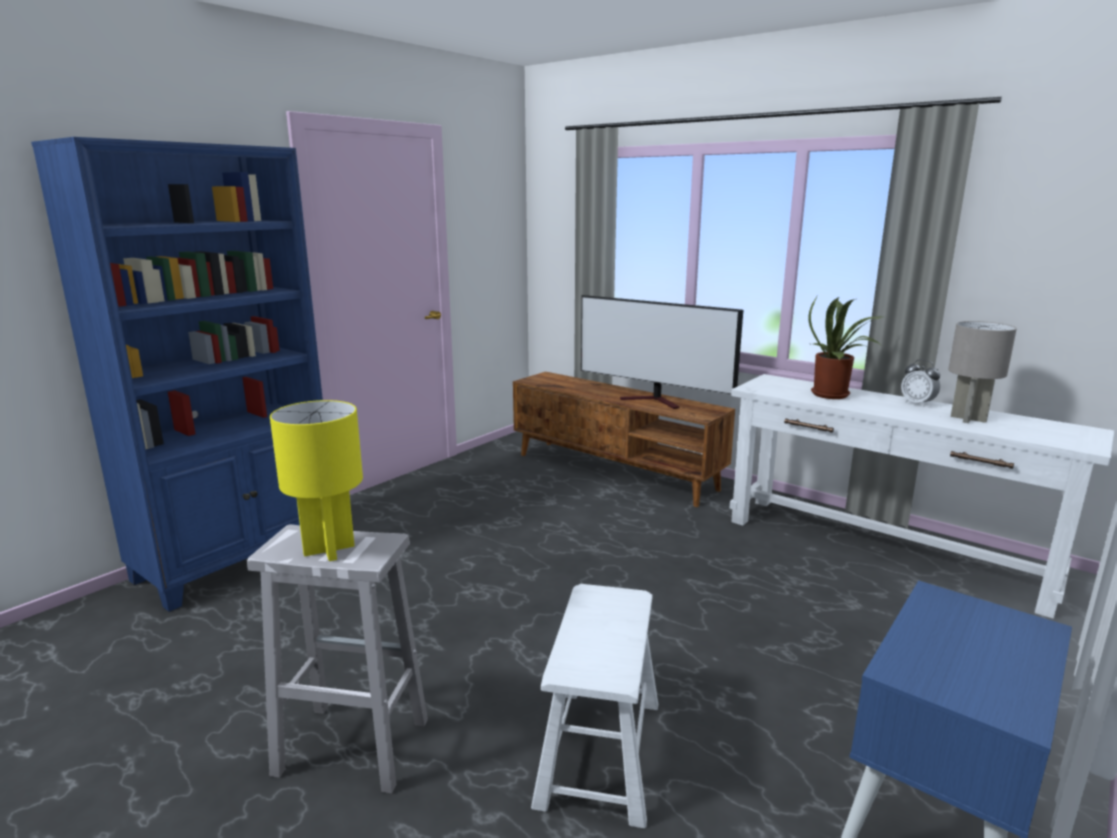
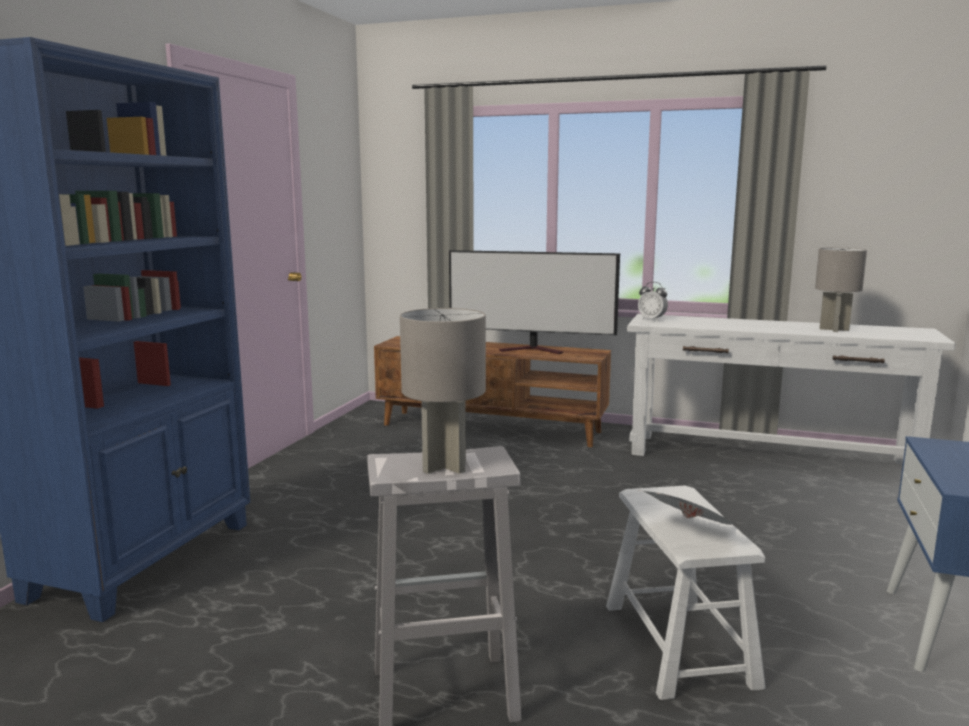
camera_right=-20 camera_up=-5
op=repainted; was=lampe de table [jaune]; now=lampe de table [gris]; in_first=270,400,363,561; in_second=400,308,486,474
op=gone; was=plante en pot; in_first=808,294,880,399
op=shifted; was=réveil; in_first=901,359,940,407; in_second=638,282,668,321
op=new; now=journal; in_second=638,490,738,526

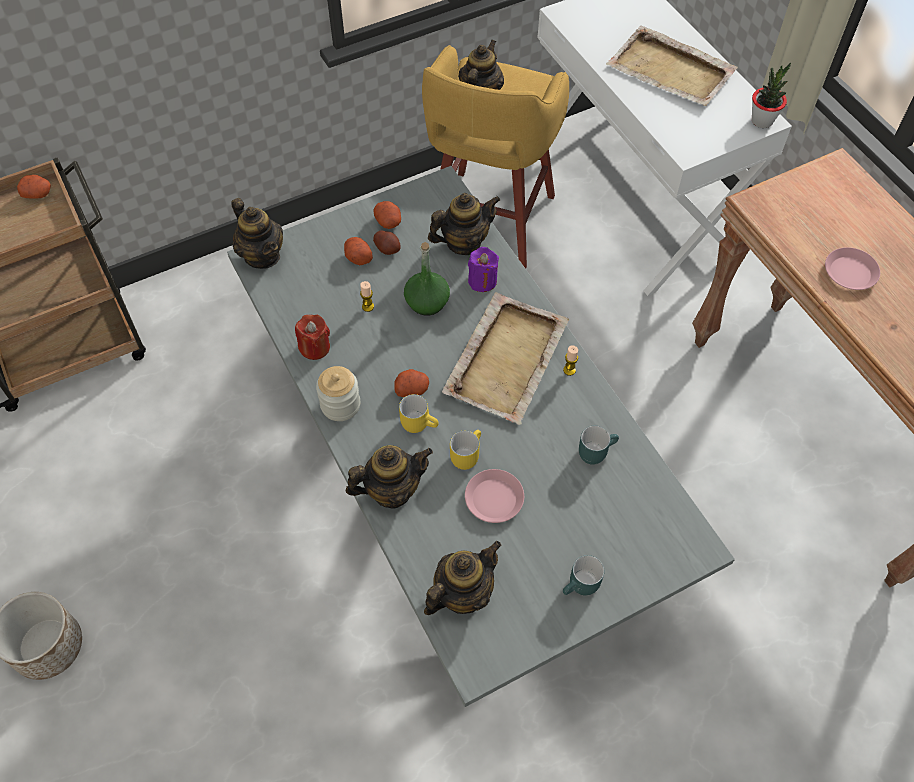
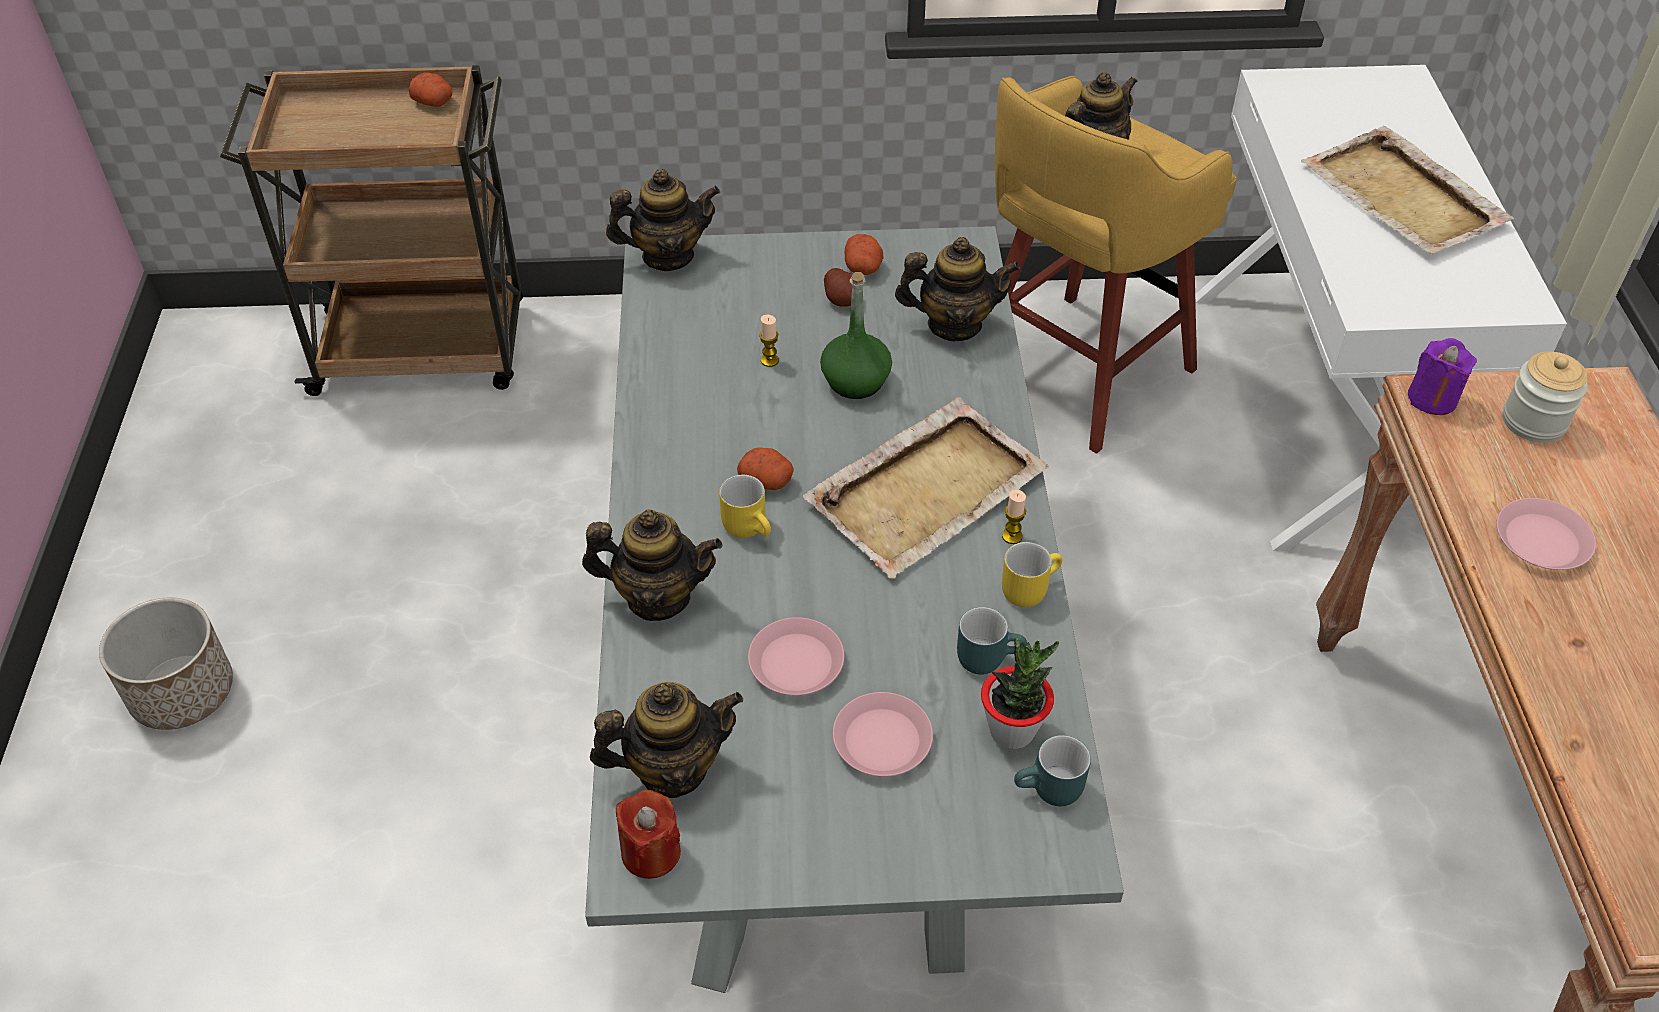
camera_right=25 camera_up=-10
op=rotated; was=théière; in_first=231,198,283,269; in_second=606,169,720,271; clockwise=-90
op=shifted; was=bougie [rouge]; in_first=295,315,330,360; in_second=616,790,681,879
op=shifted; was=bocal; in_first=316,366,360,421; in_second=1503,351,1588,443
op=gone; was=pomme de terre; in_first=344,237,373,265
op=shifted; was=mug [jaune]; in_first=450,430,481,470; in_second=1002,542,1062,607
op=shifted; was=bougie [violet]; in_first=468,247,499,292; in_second=1408,338,1477,415
op=shifted; was=mug [turquoise]; in_first=563,555,604,596; in_second=1014,735,1091,806
op=shifted; was=plante en pot; in_first=752,63,791,128; in_second=981,637,1059,749
op=new; now=assiette [rose]; in_second=833,692,933,777

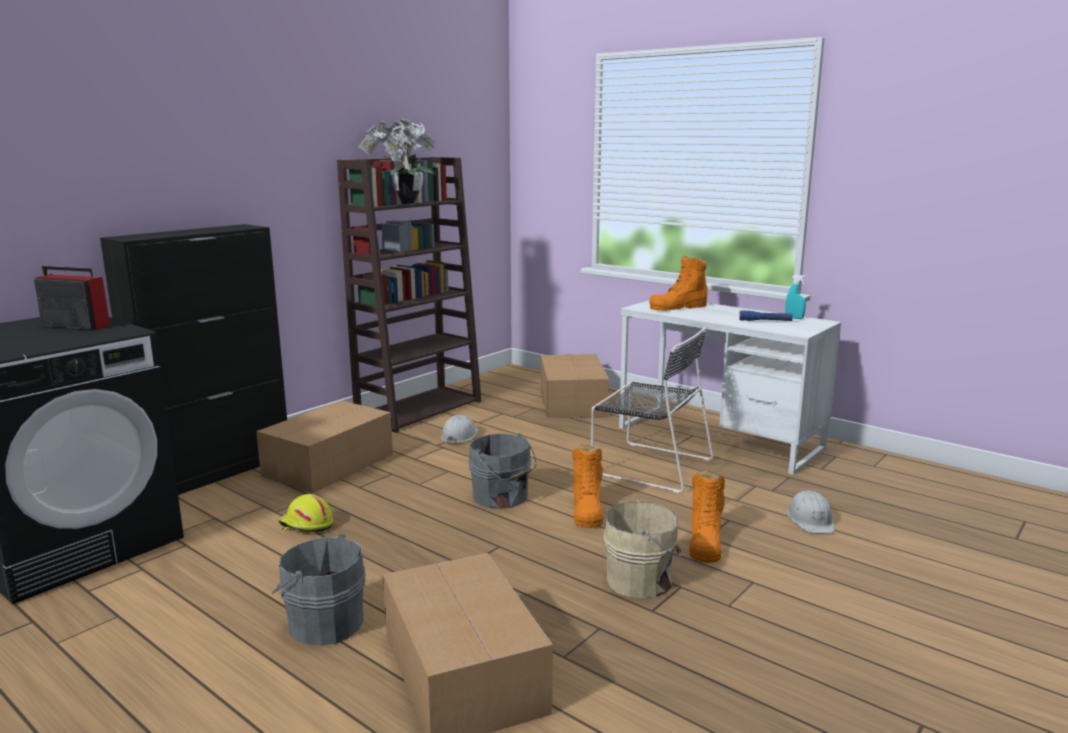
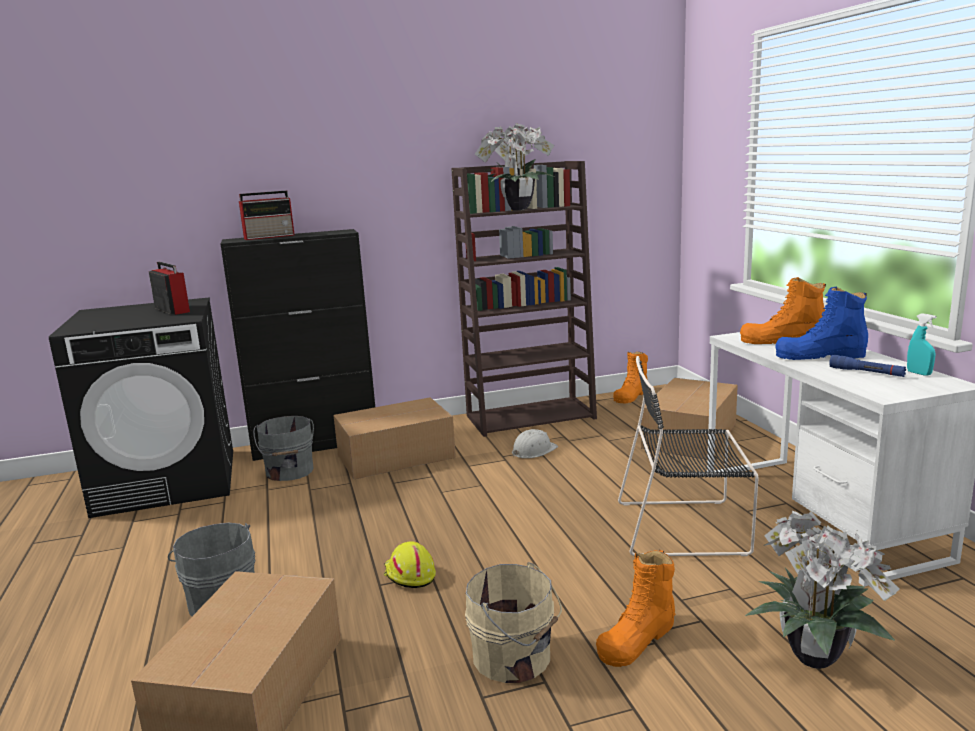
camera_right=35 camera_up=0
op=shifted; was=casque de chantier [jaune]; in_first=279,494,333,532; in_second=384,541,436,588
op=shifted; was=seau [gris]; in_first=468,433,537,509; in_second=253,416,314,481
op=shifted; was=botte [orange]; in_first=572,445,604,528; in_second=613,352,648,403
op=rotated; was=chaise [noir]; in_first=591,327,713,493; in_second=618,356,759,556; clockwise=120
op=swapped; was=casque de chantier [blanc]; now=plante en pot; in_first=786,490,834,534; in_second=745,510,900,669
op=new; now=radio; in_second=239,191,294,240
op=new; now=botte [bleu]; in_second=775,287,868,360

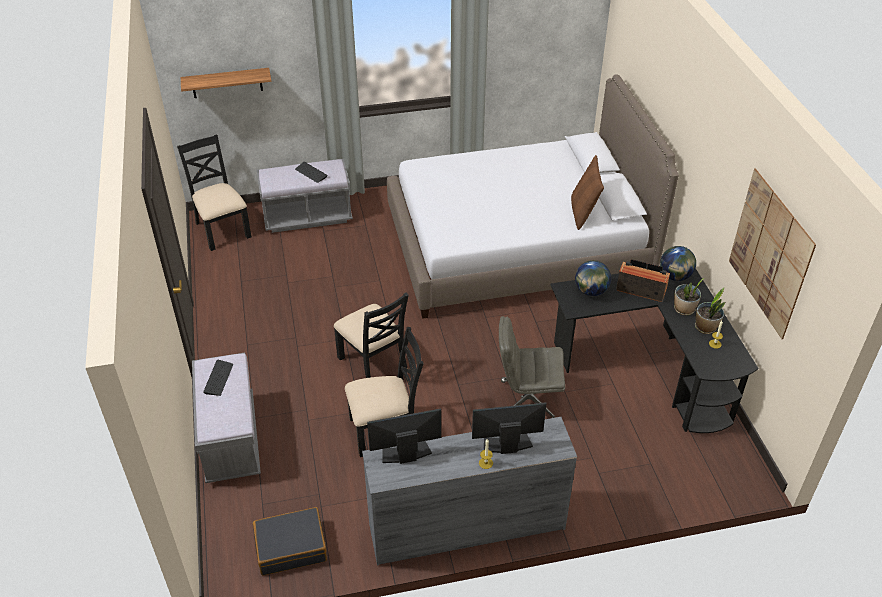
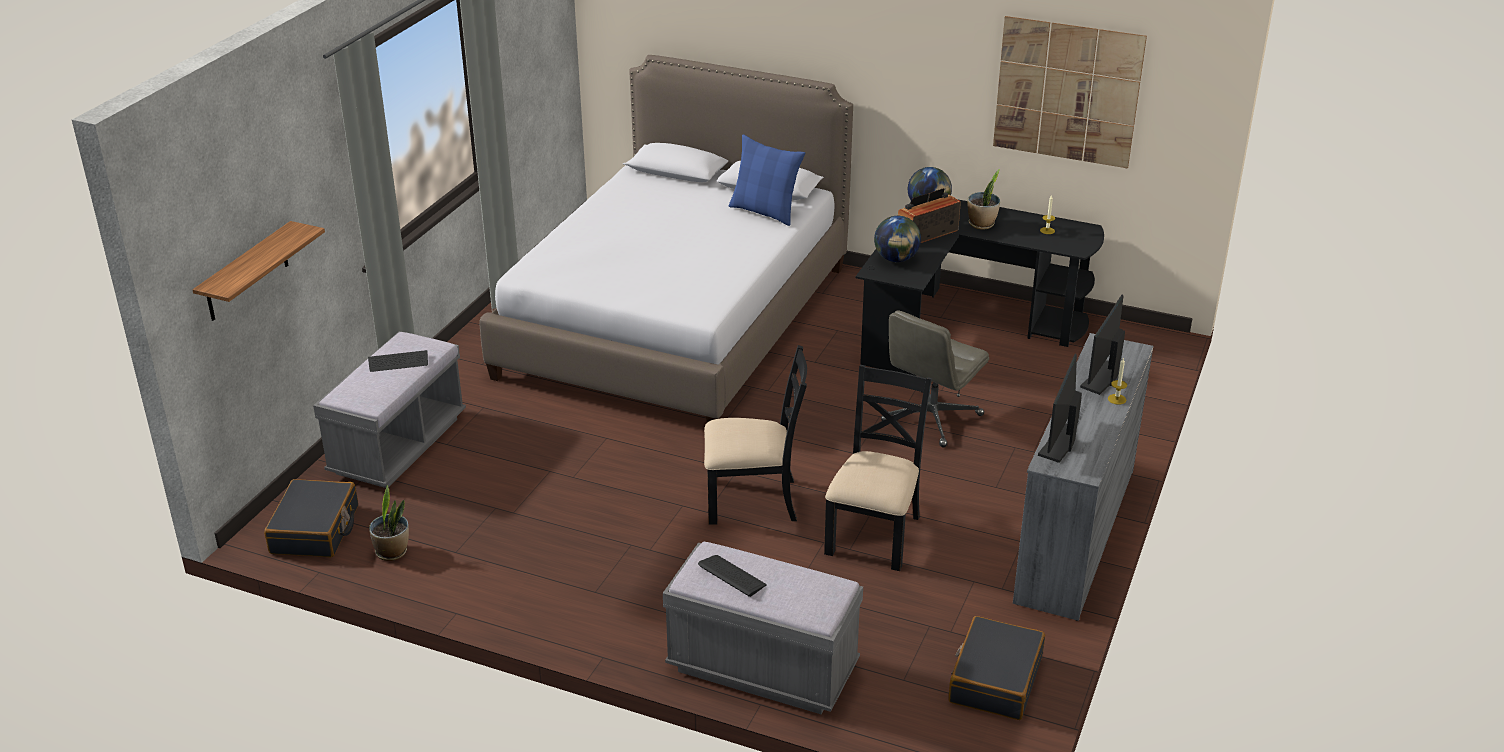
camera_right=-55 camera_up=-10
op=swapped; was=chaise [noir]; now=valise [noir]; in_first=177,134,252,251; in_second=264,479,358,557
op=repainted; was=coussin [marron]; now=coussin [bleu]; in_first=571,155,604,230; in_second=728,134,805,226
op=shifted; was=plante en pot; in_first=695,287,725,334; in_second=369,485,409,561

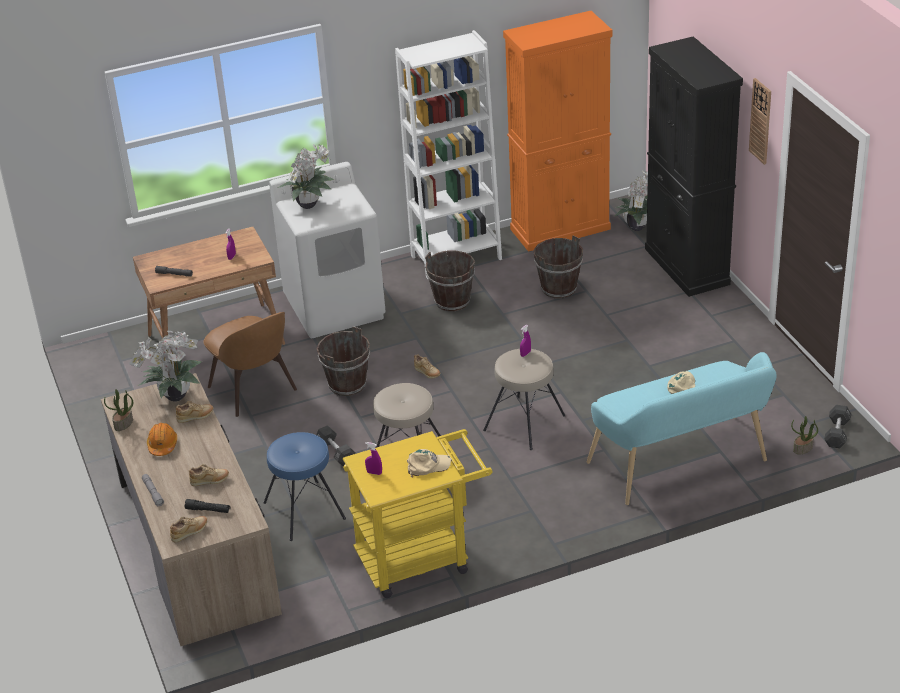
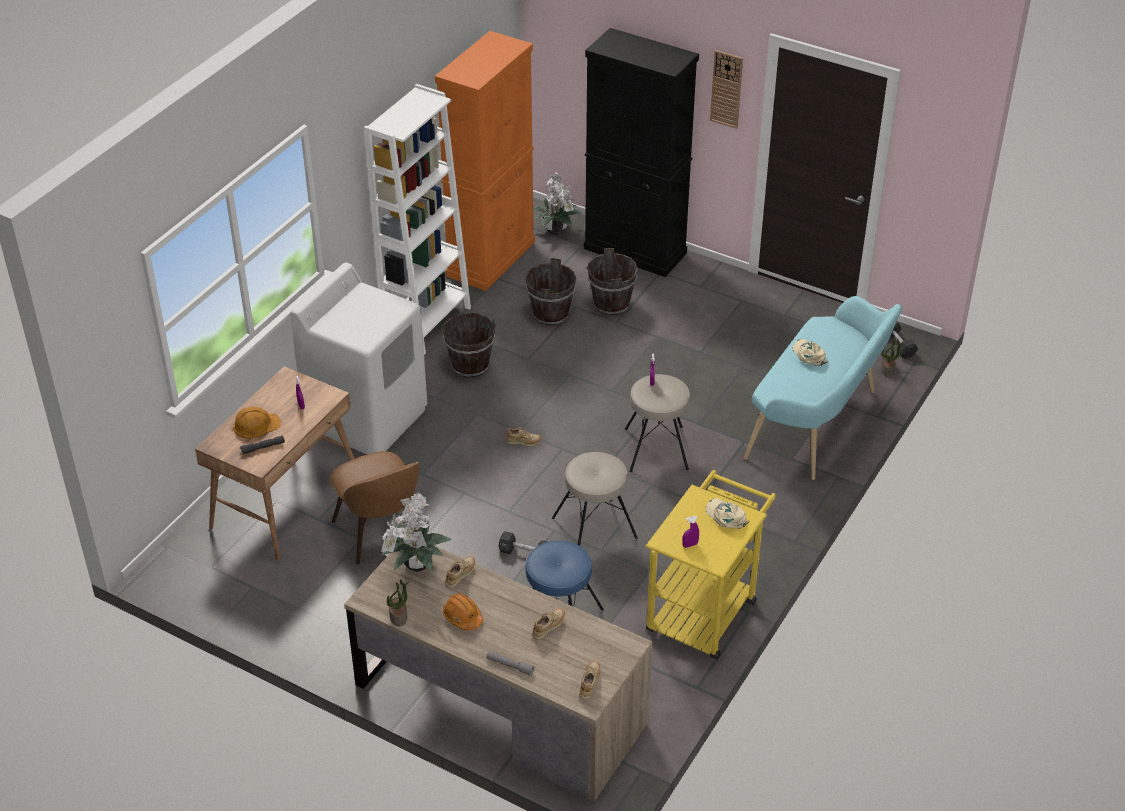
camera_right=-40 camera_up=5
op=gone; was=lampe de poche [noir]; in_first=185,499,230,513
op=rotated; was=chaise [marron]; in_first=203,312,297,417; in_second=330,451,420,564; clockwise=45
op=gone; was=plante en pot; in_first=278,144,334,209
op=shifted; was=seau [marron]; in_first=317,326,370,396; in_second=587,248,638,316
op=rotated; was=casquette [beige]; in_first=407,449,452,478; in_second=706,498,750,529; clockwise=-75
op=new; now=casque de chantier [orange]; in_second=233,407,281,439

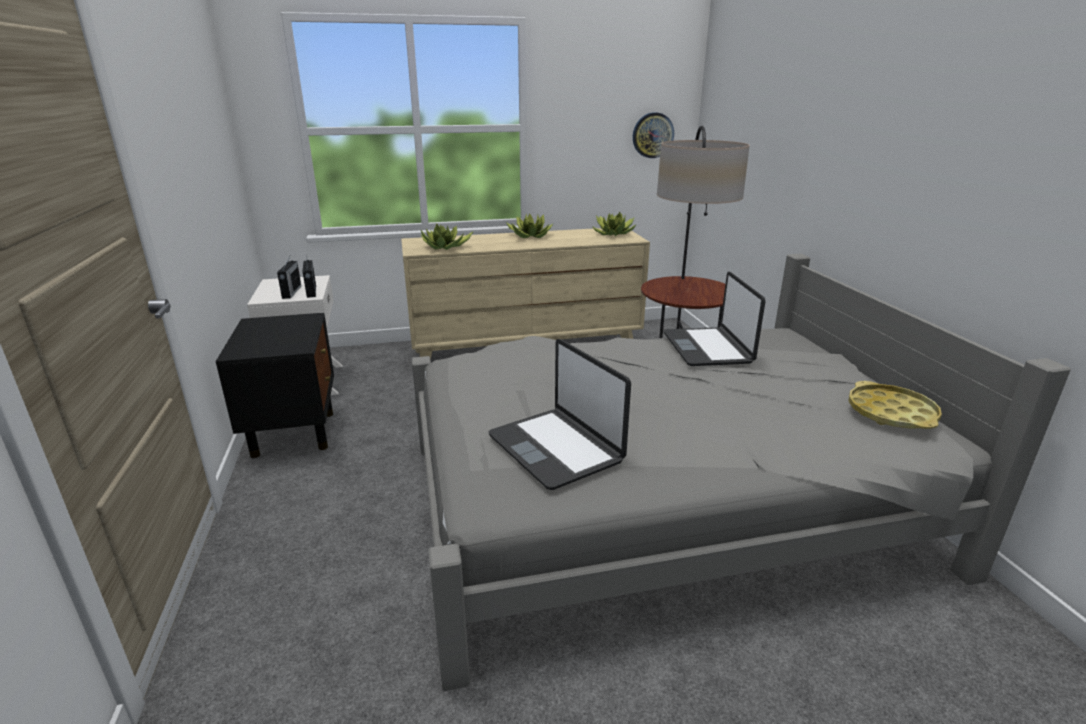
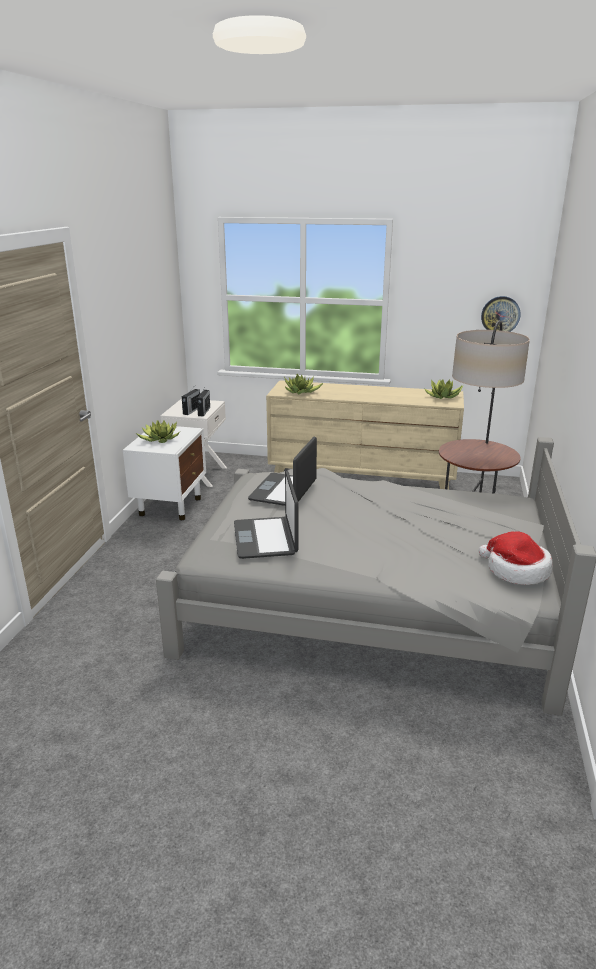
camera_right=25 camera_up=0
op=repainted; was=table de chevet [noir]; now=table de chevet [blanc]; in_first=215,313,334,458; in_second=123,426,206,520
op=shifted; was=plante en pot; in_first=506,213,553,238; in_second=136,420,180,443
op=shifted; was=ordinateur portable; in_first=664,272,765,366; in_second=248,436,317,506
op=swapped; was=plateau [jaune]; now=chapeau; in_first=849,381,942,429; in_second=478,531,553,585

